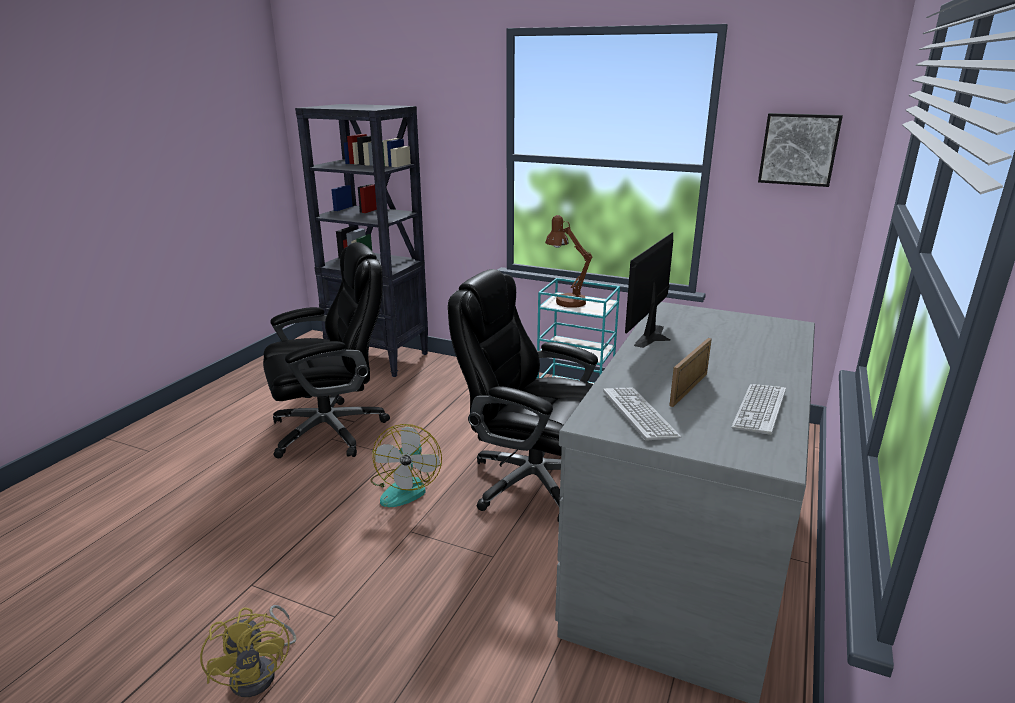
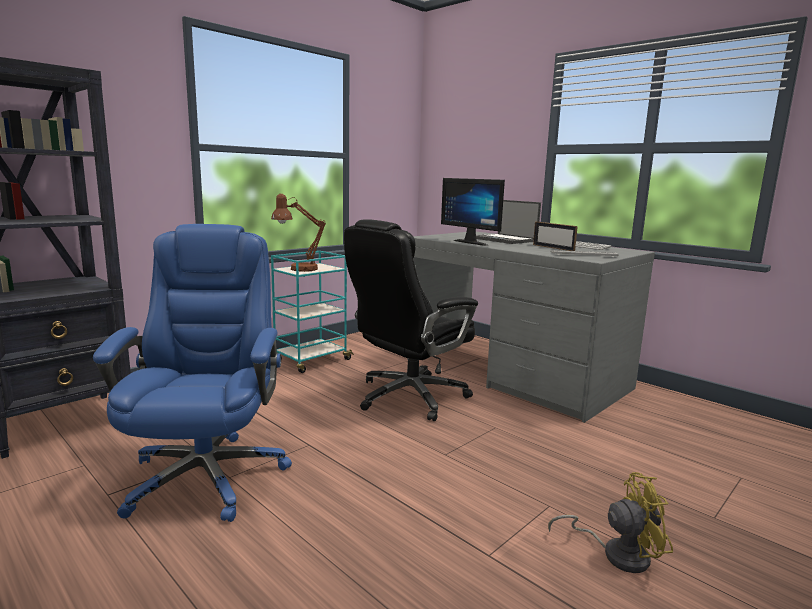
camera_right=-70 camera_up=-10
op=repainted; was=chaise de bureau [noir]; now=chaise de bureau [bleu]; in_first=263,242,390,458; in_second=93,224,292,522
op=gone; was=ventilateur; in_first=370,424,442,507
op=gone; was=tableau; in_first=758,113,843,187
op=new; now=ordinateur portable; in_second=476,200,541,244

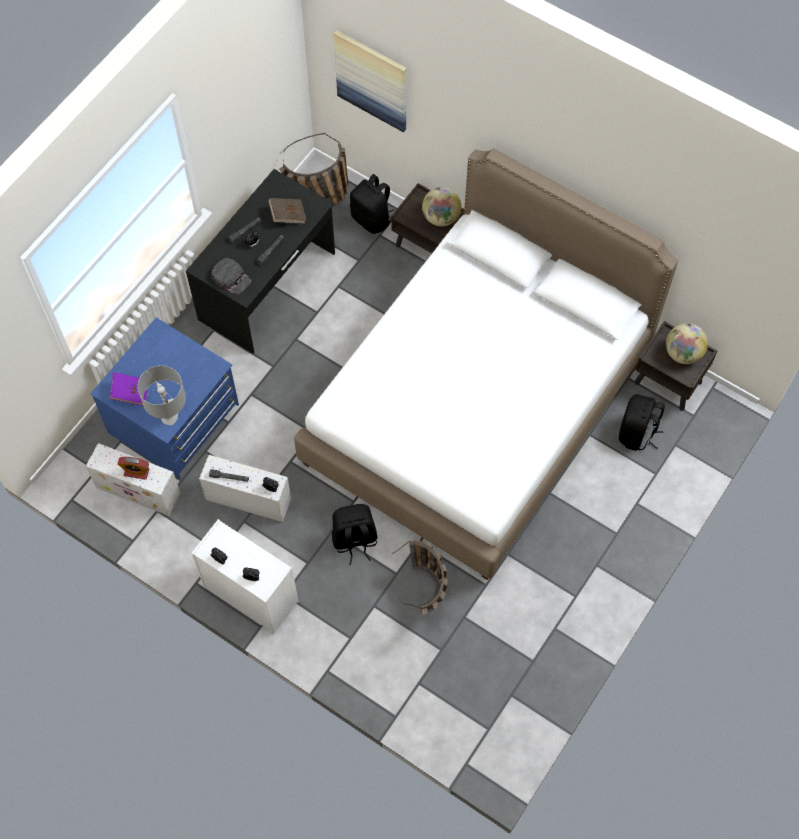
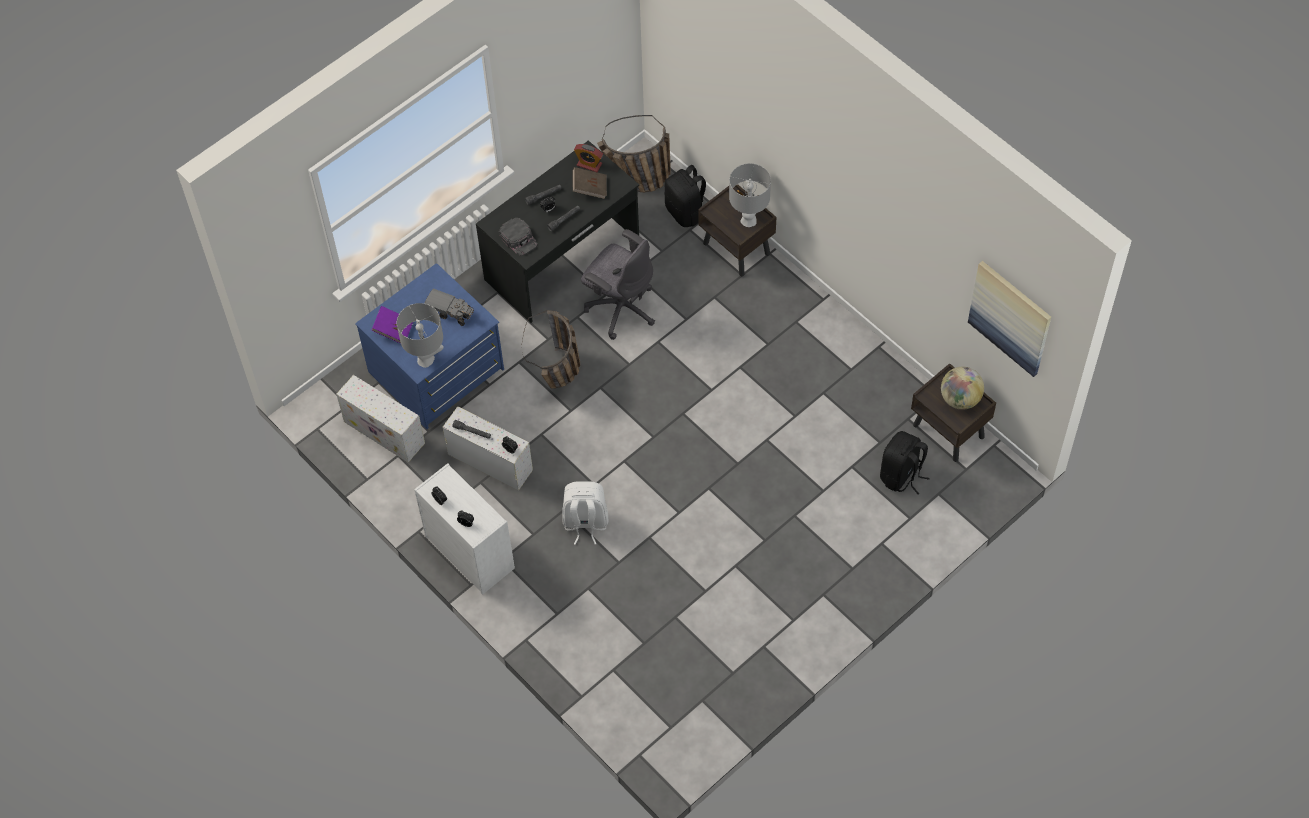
camera_right=15 camera_up=-5
op=shifted; was=réveil; in_first=118,457,149,480; in_second=574,144,603,172
op=gone; was=lit [blanc]; in_first=294,148,678,580
op=repainted; was=sac à dos [noir]; now=sac à dos [blanc]; in_first=332,504,377,565; in_second=562,481,608,544
op=shifted; was=tableau; in_first=334,30,407,132; in_second=968,261,1051,377
op=shifted; was=panier; in_first=392,539,448,615; in_second=522,310,580,389
op=swapped; was=globe; now=lampe de table [gris]; in_first=422,187,461,227; in_second=729,163,771,227
op=new; now=camion jouet; in_second=424,288,475,326
op=new; now=chaise de bureau [gris]; in_second=581,229,655,340

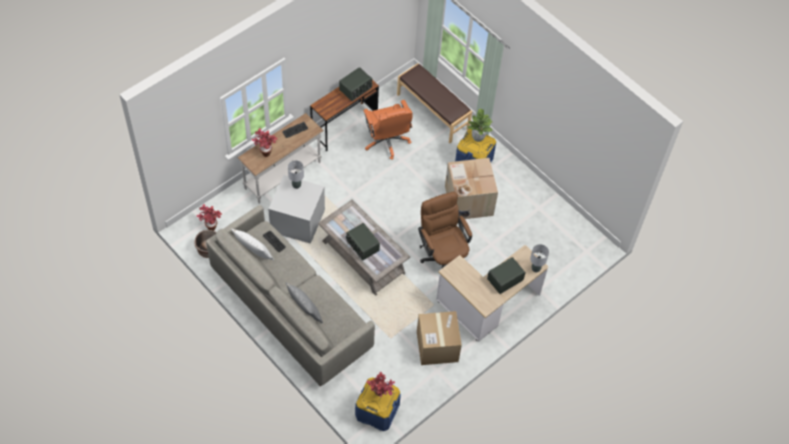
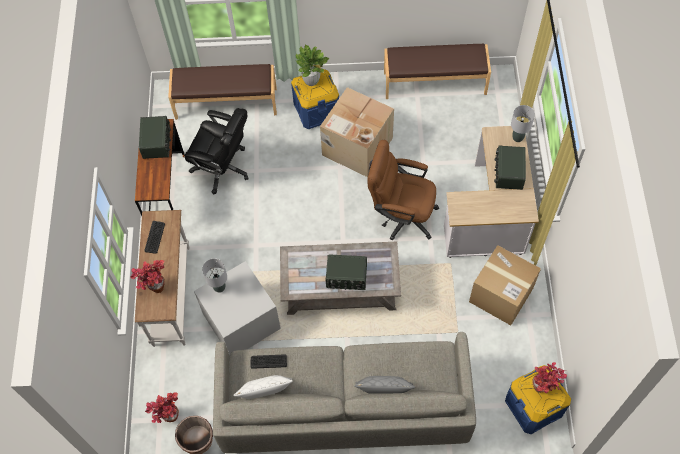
camera_right=-45 camera_up=5
op=repainted; was=chaise de bureau [orange]; now=chaise de bureau [noir]; in_first=363,100,412,160; in_second=185,108,248,194
op=new; now=banc [marron]; in_second=384,44,491,99

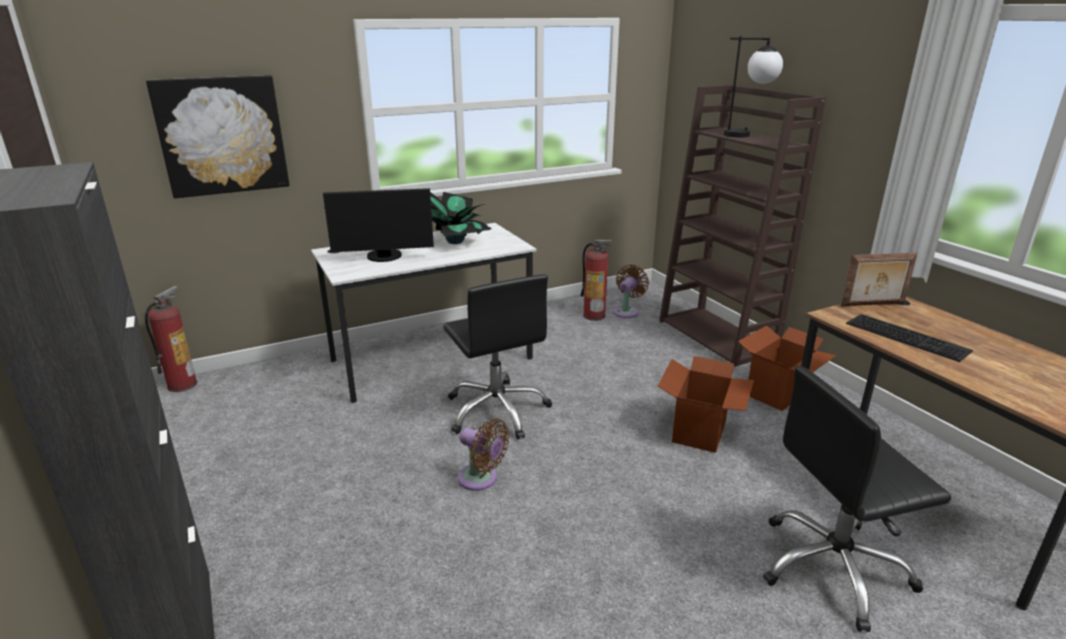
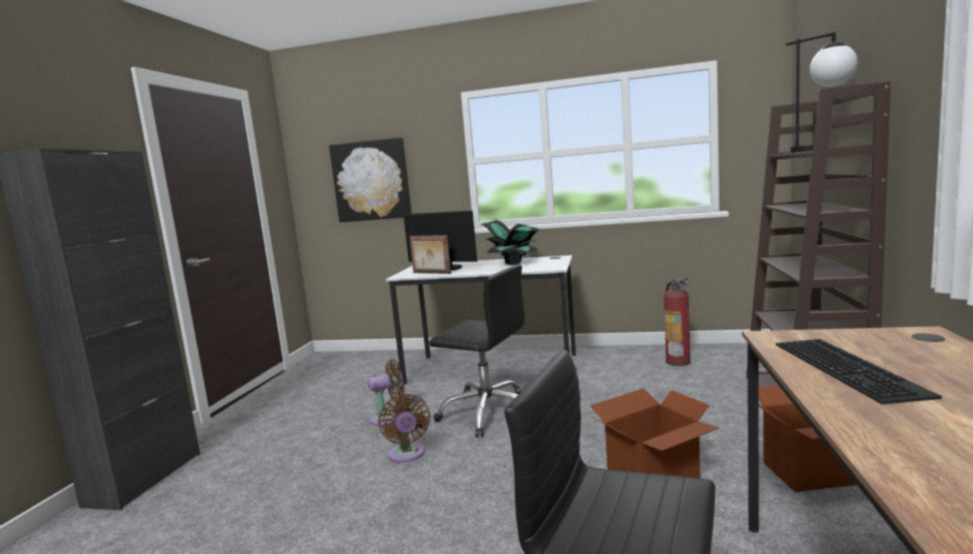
camera_right=40 camera_up=-15
op=gone; was=extincteur; in_first=145,286,197,392
op=rotated; was=chaise de bureau [noir]; in_first=443,274,552,439; in_second=429,264,525,437; clockwise=-75
op=shifted; was=ventilateur [marron]; in_first=613,265,649,318; in_second=368,359,405,426
op=shifted; was=cadre photo; in_first=841,252,917,306; in_second=409,235,451,274

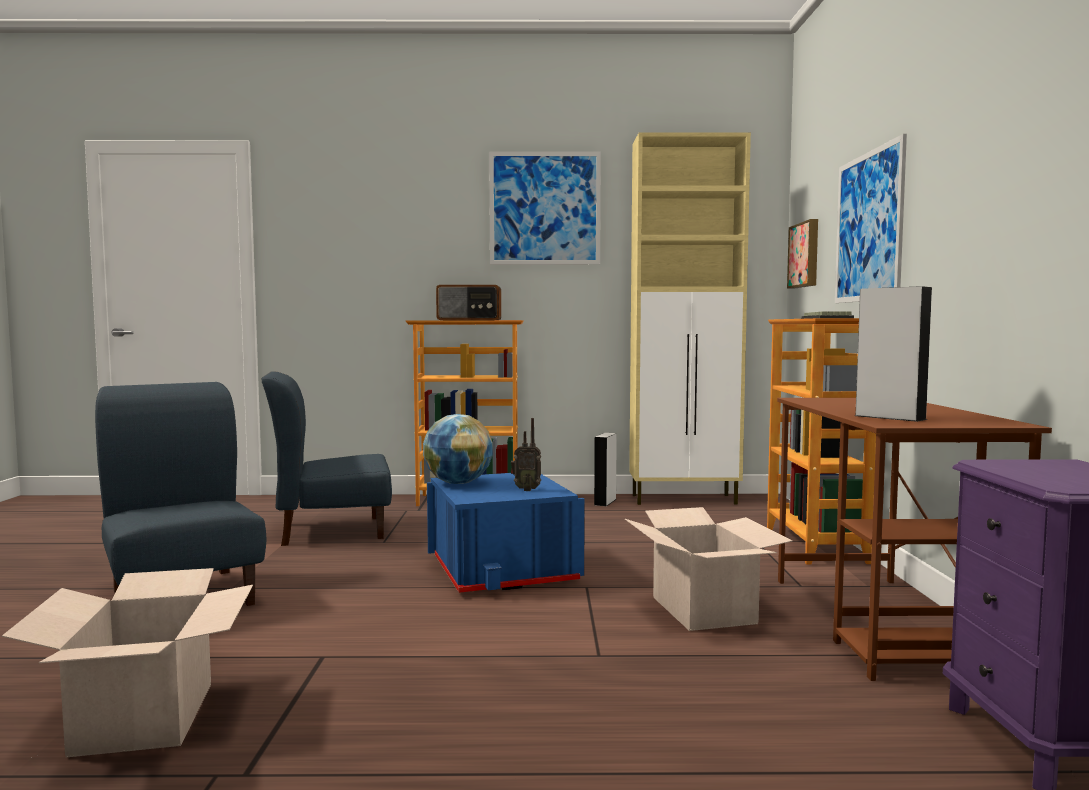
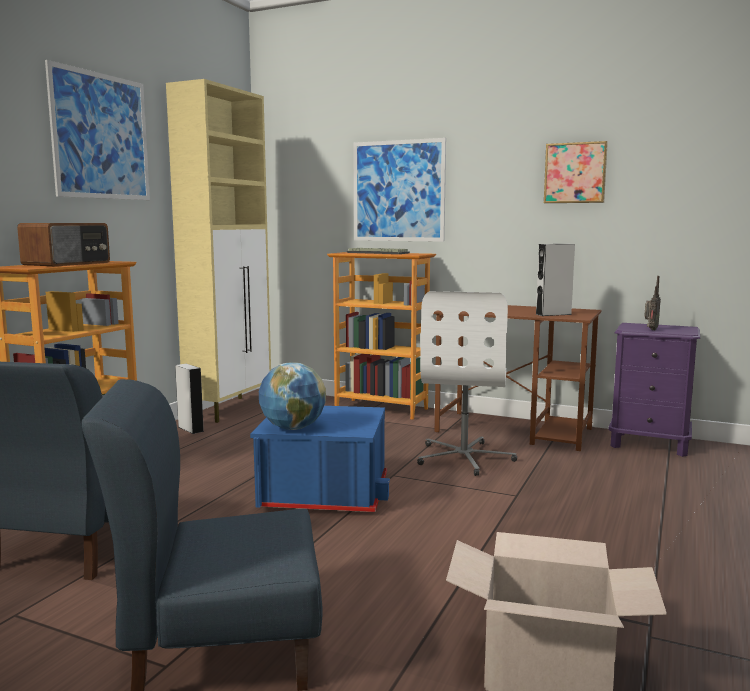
camera_right=-65 camera_up=5
op=shifted; was=radio; in_first=511,418,541,491; in_second=644,276,661,330
op=swapped; was=carton; now=chaise de bureau [blanc]; in_first=625,507,793,631; in_second=417,291,517,476
op=shifted; was=tableau; in_first=787,219,818,289; in_second=544,141,608,203

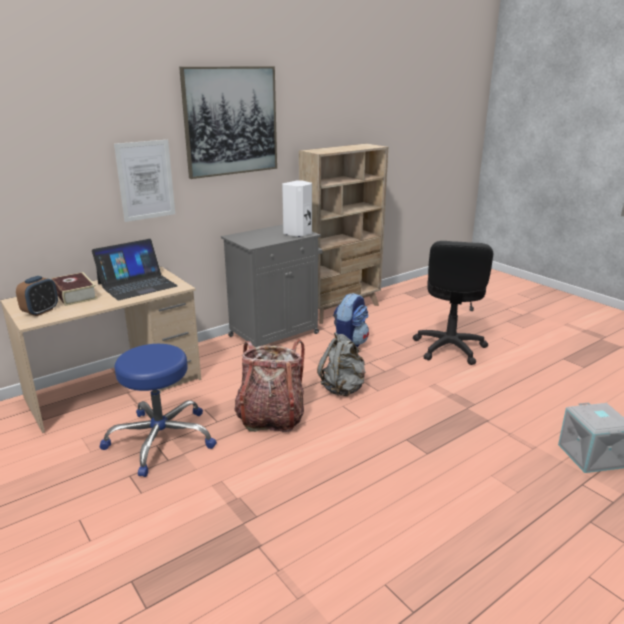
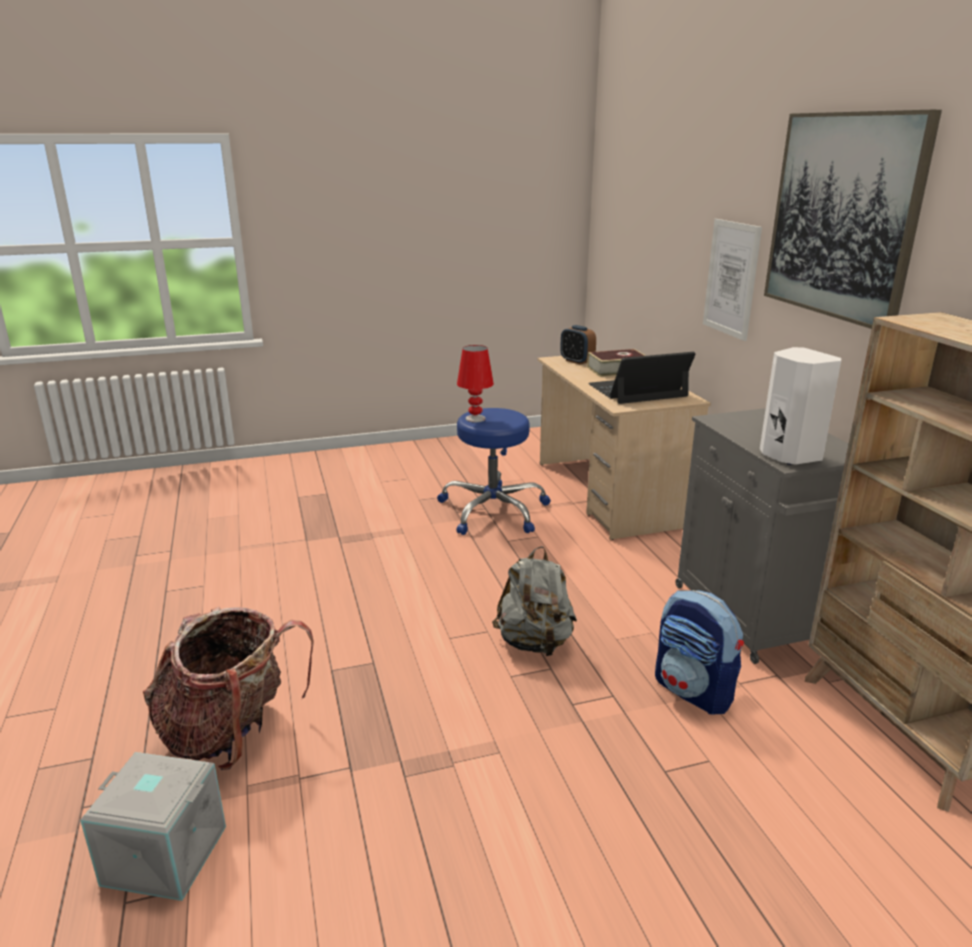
camera_right=110 camera_up=0
op=rotated; was=ordinateur portable; in_first=92,239,178,300; in_second=588,352,695,404; clockwise=90
op=shifted; was=sac à dos; in_first=234,339,305,432; in_second=143,607,314,770
op=gone; was=chaise de bureau [noir]; in_first=413,241,493,365
op=new; now=lampe de table [rouge]; in_second=457,345,494,422

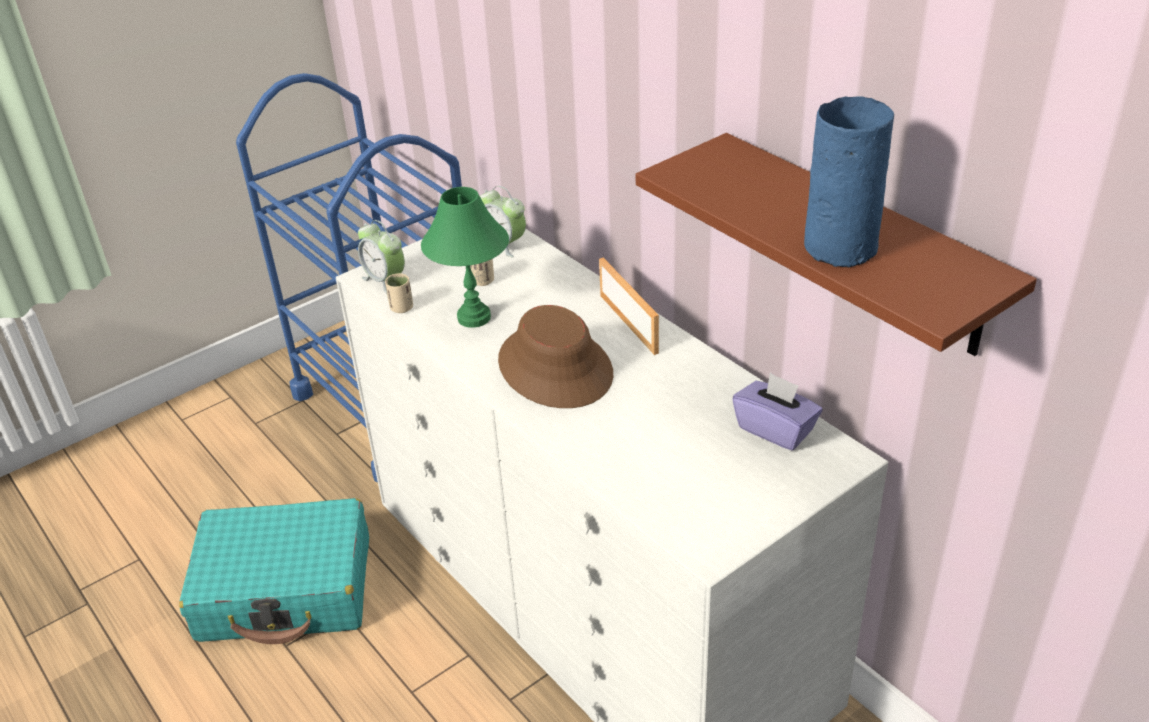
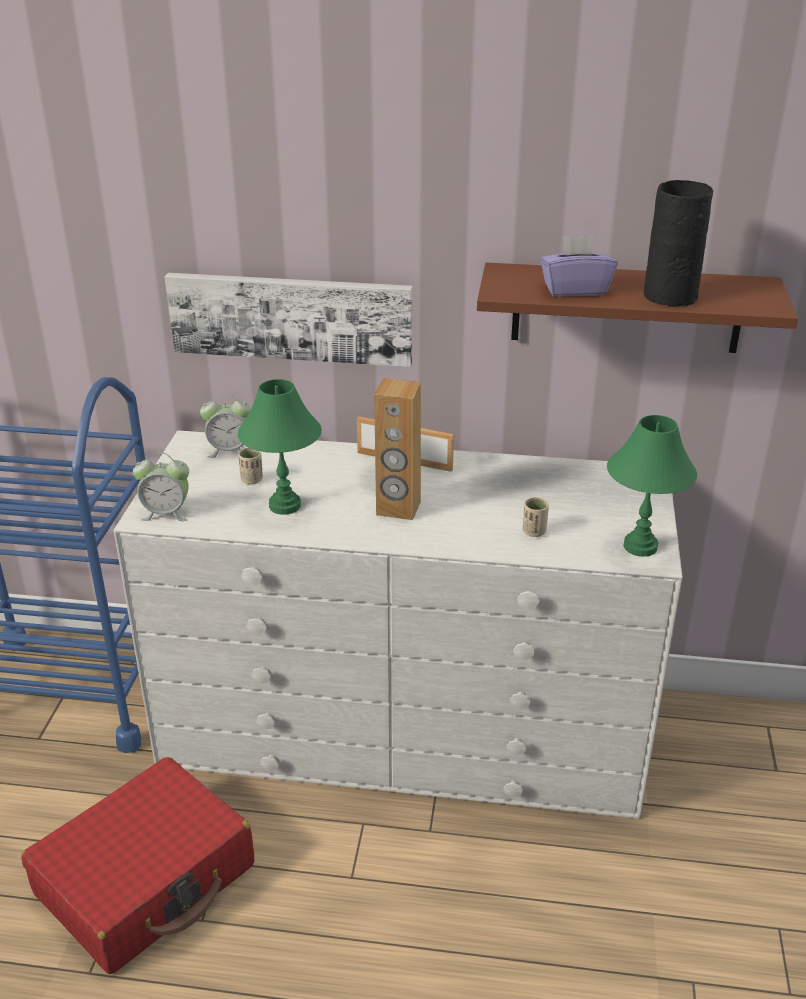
camera_right=-45 camera_up=-5
op=repainted; was=valise [turquoise]; now=valise [rouge]; in_first=179,498,369,644; in_second=21,757,254,974
op=shifted; was=tasse [beige]; in_first=385,273,413,313; in_second=523,497,549,537
op=swapped; was=chapeau [marron]; now=enceinte [marron]; in_first=498,305,613,408; in_second=374,378,421,520
op=shifted; was=boîte à mouchoirs [violet]; in_first=733,372,822,451; in_second=540,235,618,297
op=repainted; was=vase [bleu]; now=vase [noir]; in_first=804,96,894,267; in_second=644,180,713,307
op=new; now=tableau; in_second=165,273,413,367
op=new; now=lampe de table [vert]; in_second=607,415,697,557

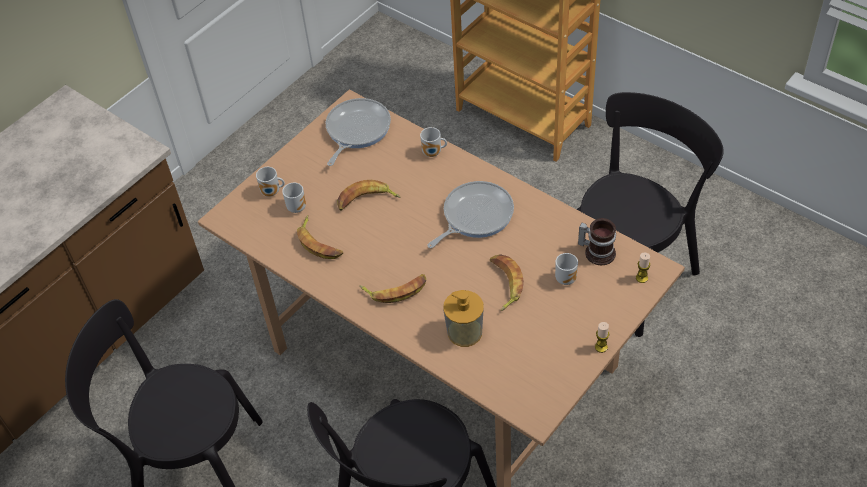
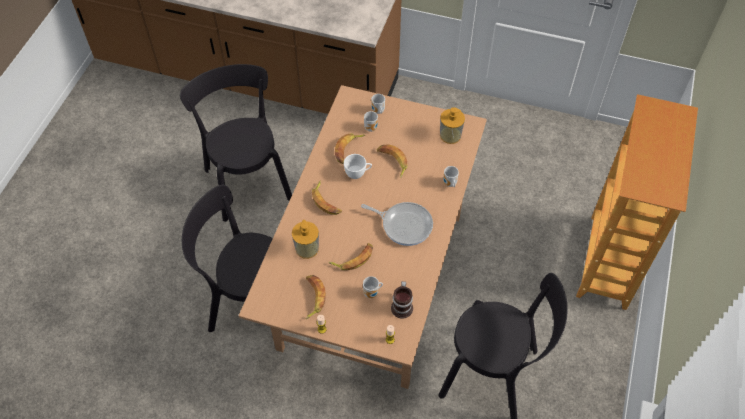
camera_right=65 camera_up=5
op=swapped; was=poêle; now=distributeur de savon; in_first=326,98,391,166; in_second=440,107,465,144
op=new; now=banane; in_second=305,275,326,319
op=new; now=tasse [blanc]; in_second=344,154,372,179

